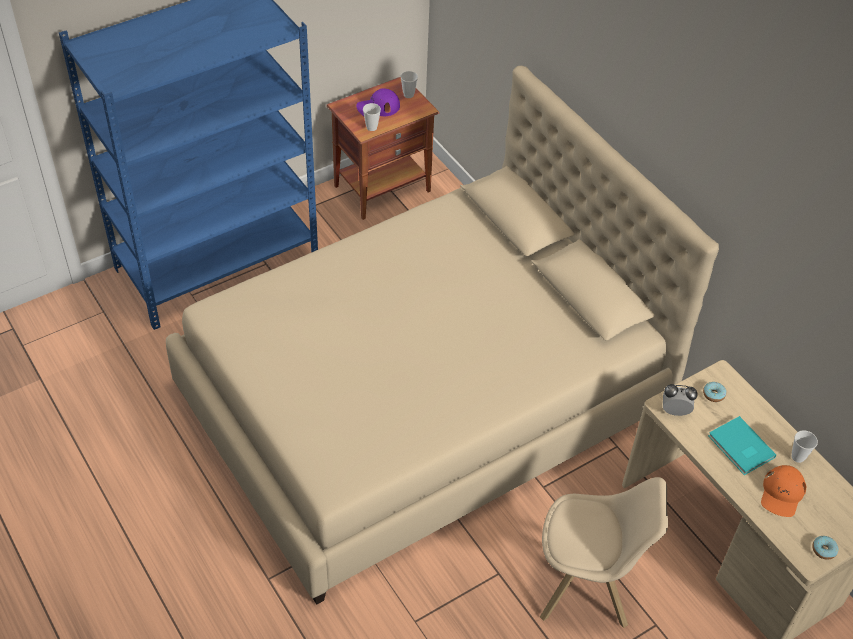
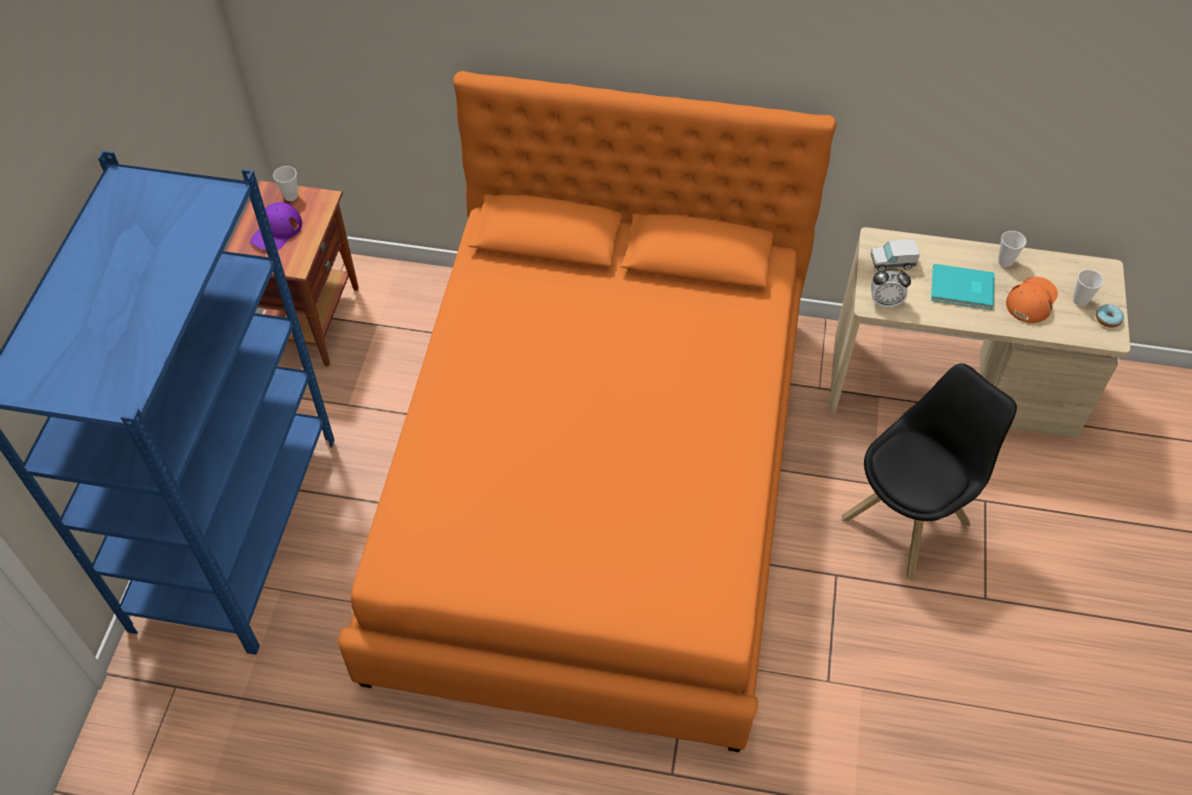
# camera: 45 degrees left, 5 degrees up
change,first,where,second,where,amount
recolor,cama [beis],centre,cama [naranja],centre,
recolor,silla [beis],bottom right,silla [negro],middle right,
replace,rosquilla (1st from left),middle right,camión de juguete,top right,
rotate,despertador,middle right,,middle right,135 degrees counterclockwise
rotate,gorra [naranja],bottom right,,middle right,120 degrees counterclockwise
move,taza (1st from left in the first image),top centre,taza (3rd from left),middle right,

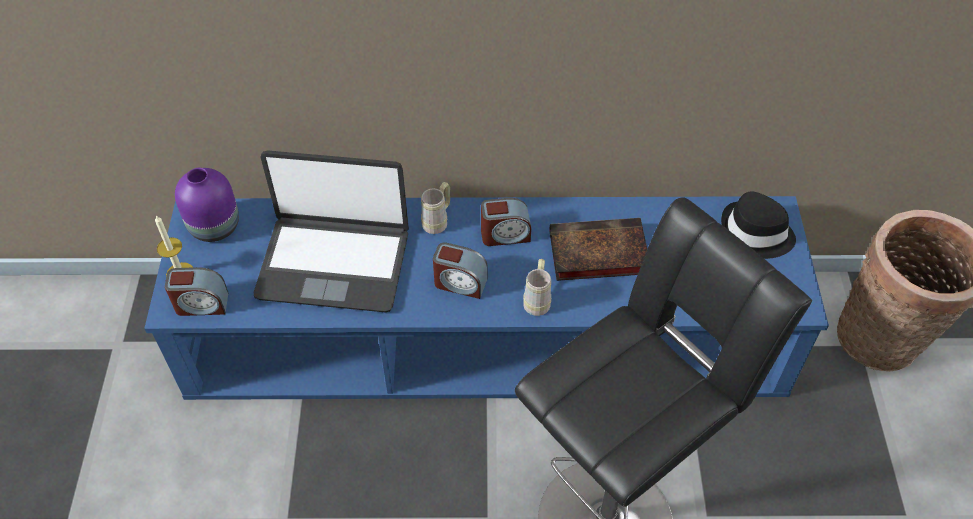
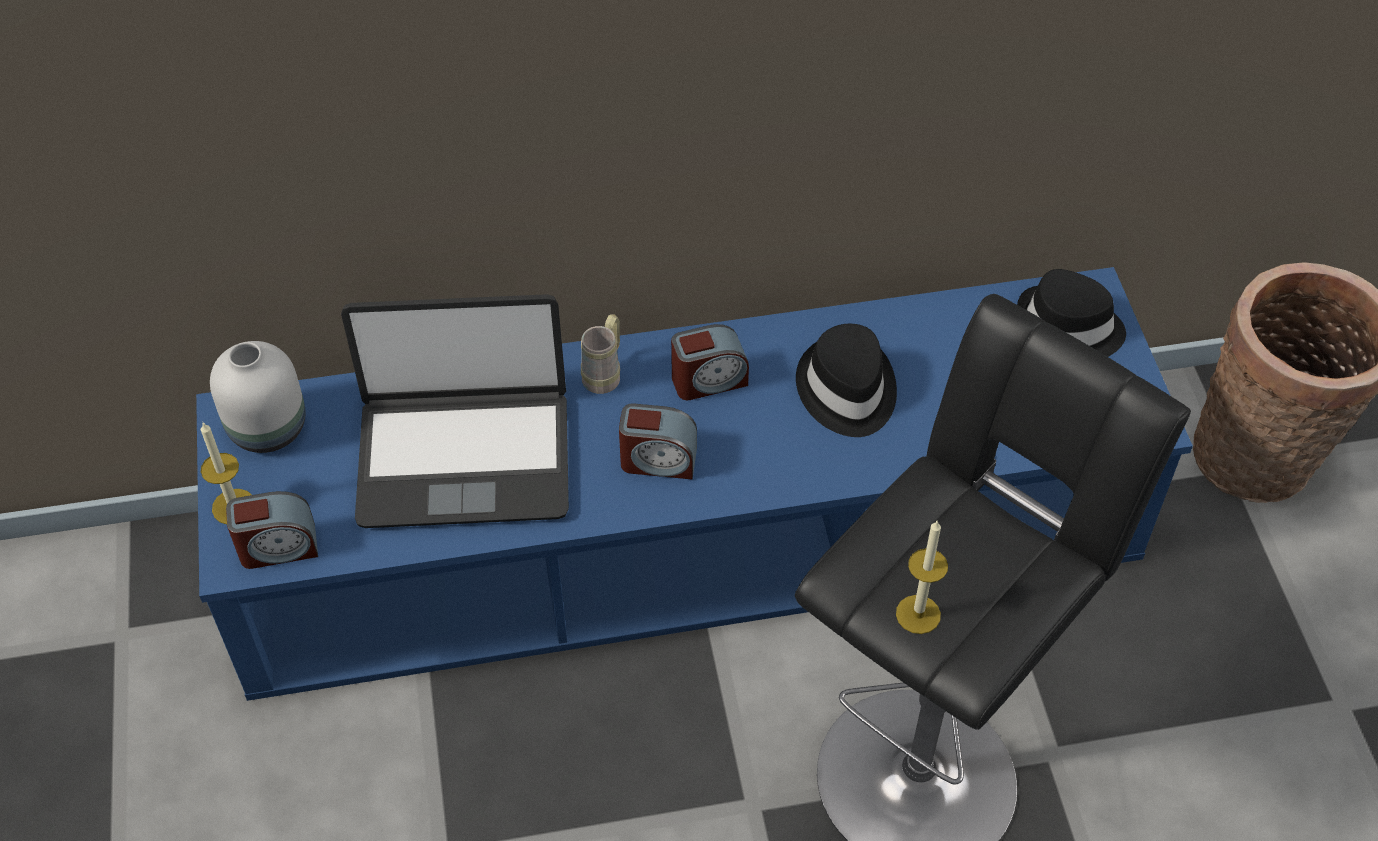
# camera: 10 degrees left, 0 degrees up
change,first,where,second,where,amount
recolor,florero [morado],middle left,florero [blanco],middle left,
replace,libro,centre,sombrero [negro] (1st from left),centre,
insert,,,vela (2nd from left),bottom right,
delete,taza grande [beis] (2nd from left),centre,,,

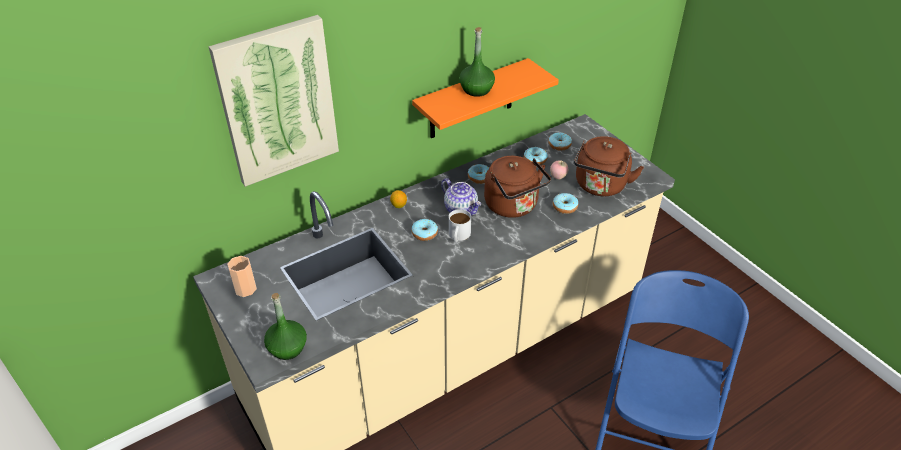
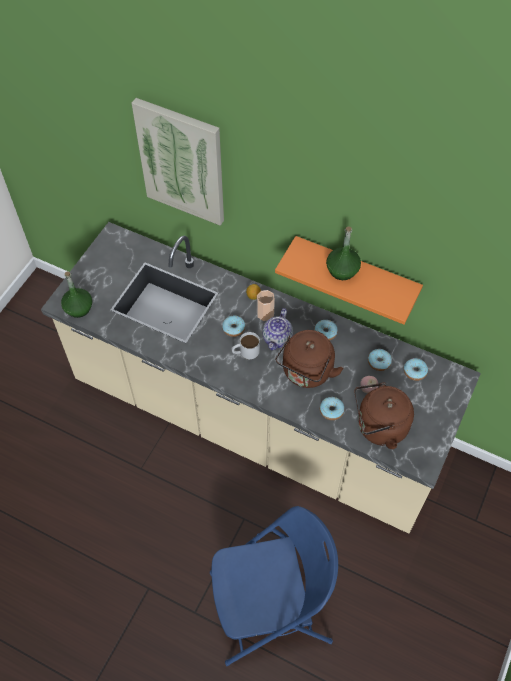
# camera: 60 degrees right, 15 degrees up
change,first,where,second,where,amount
move,taza,middle left,,centre,

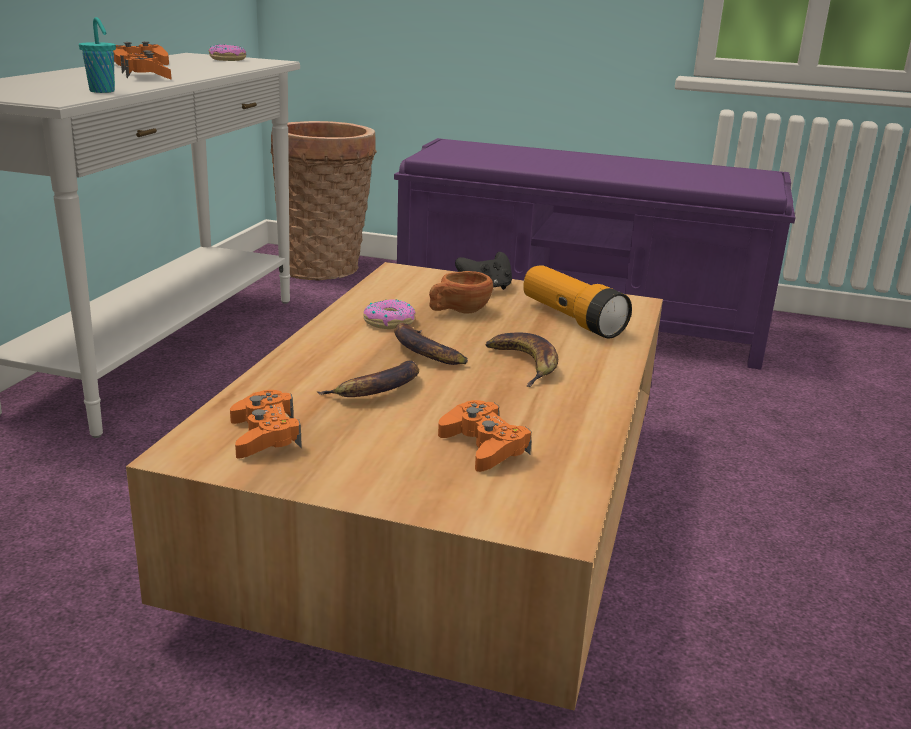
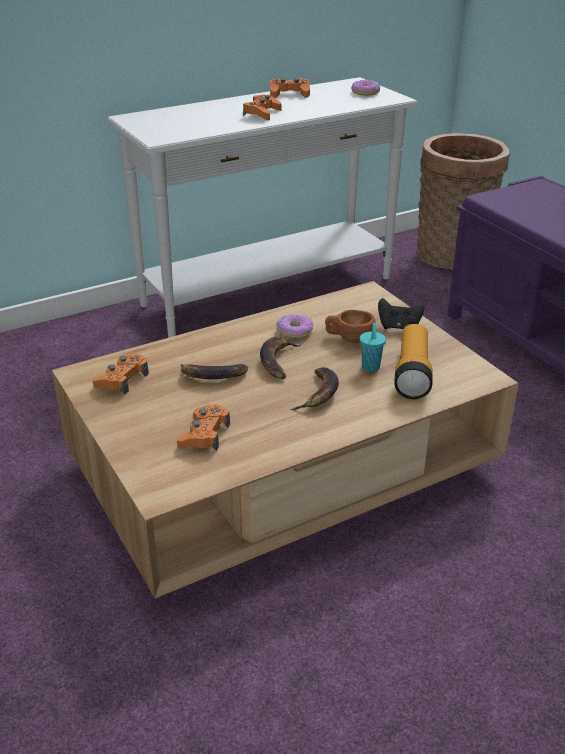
# camera: 45 degrees right, 10 degrees up
change,first,where,second,where,amount
move,taza [turquesa],top left,,centre,

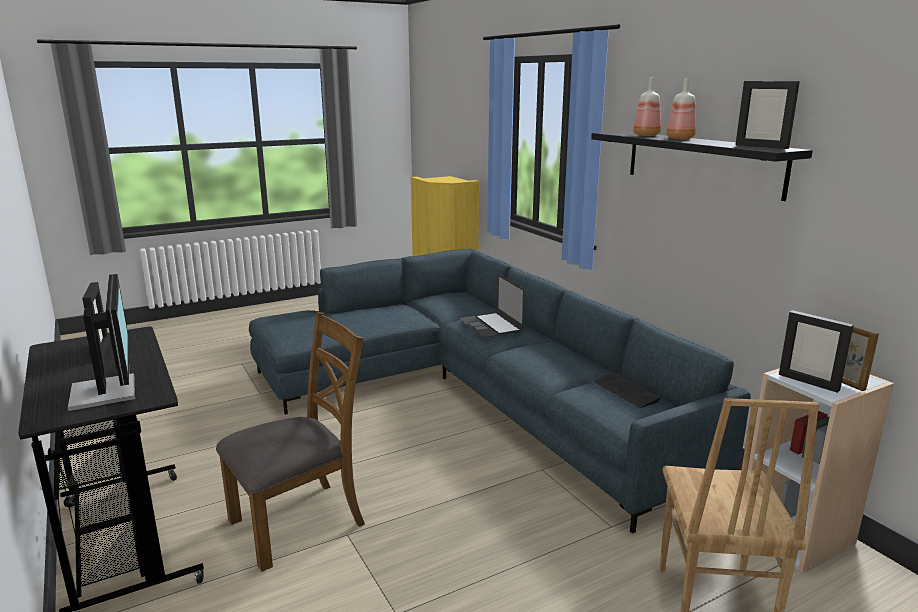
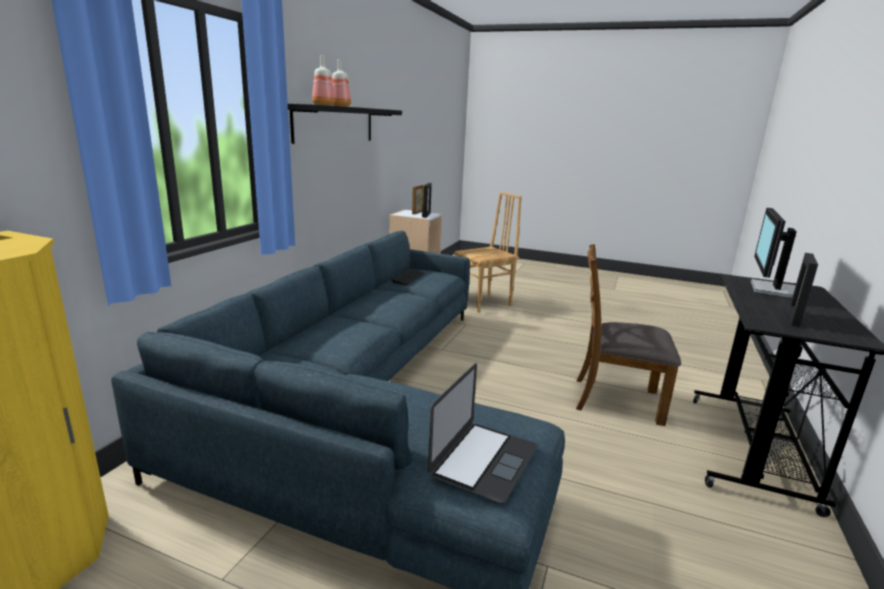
# camera: 130 degrees left, 0 degrees up
change,first,where,second,where,amount
move,portátil,centre,,bottom centre,
delete,portarretratos (2nd from left),top right,,,

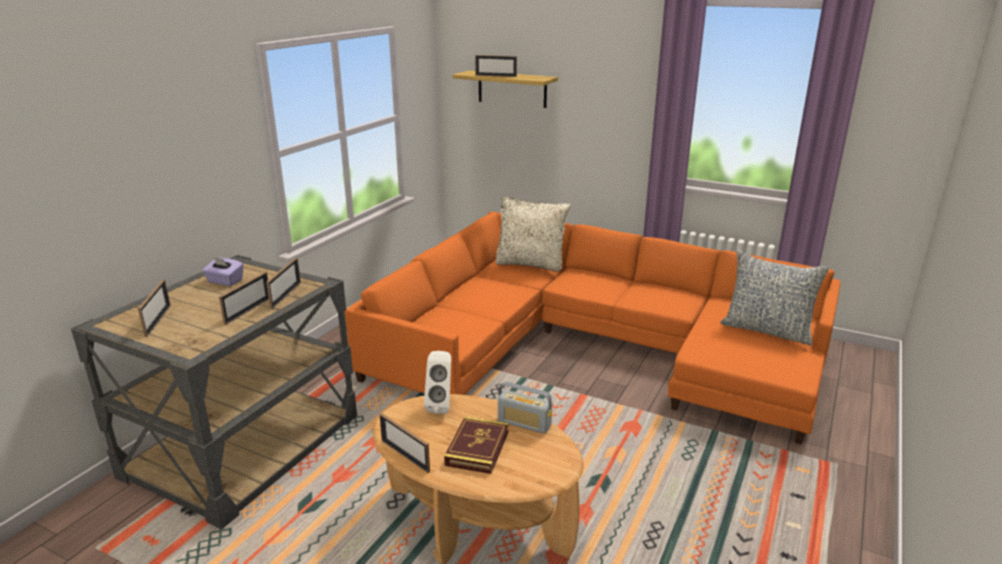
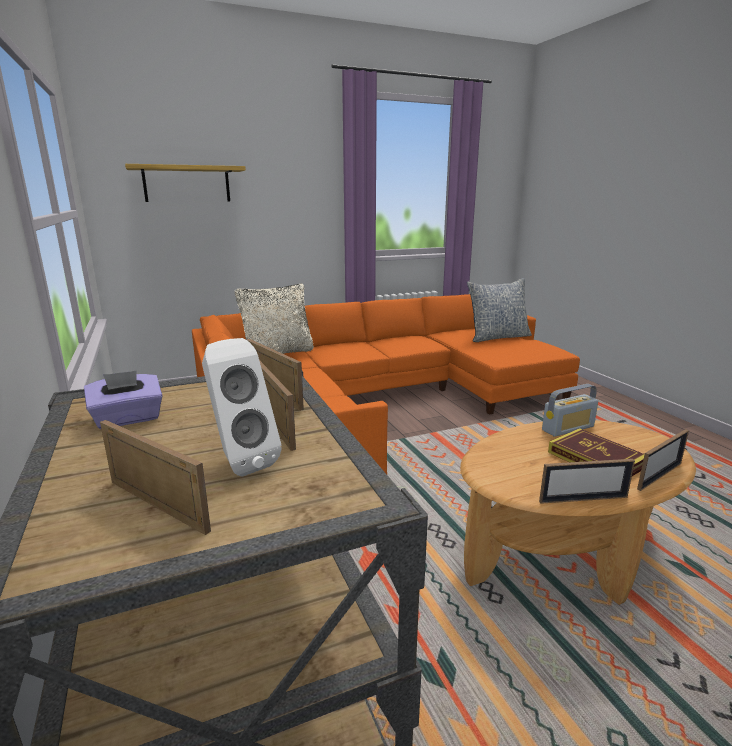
# camera: 50 degrees left, 5 degrees down
change,first,where,second,where,amount
move,altavoz [blanco],bottom centre,,middle left,
move,portarretratos (5th from left),top centre,,middle right,

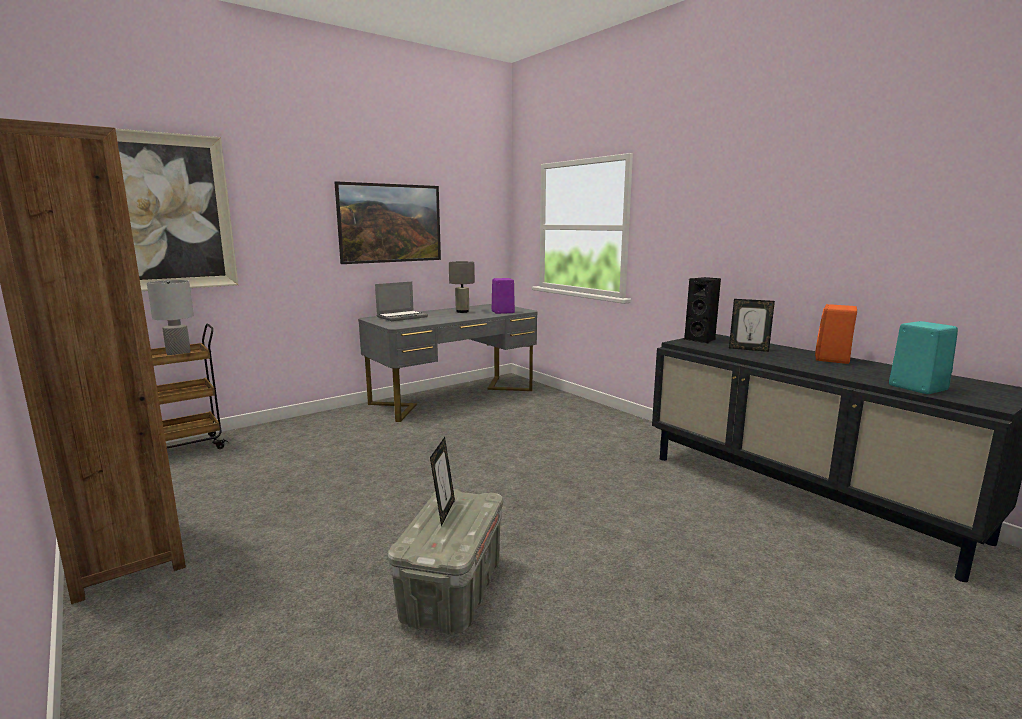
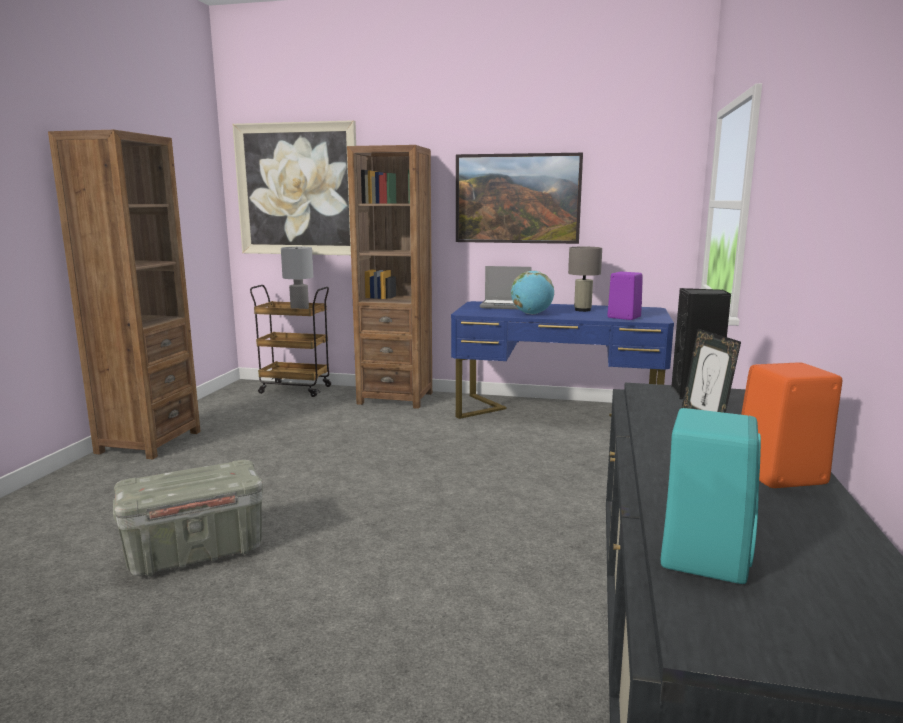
# camera: 50 degrees right, 0 degrees up
change,first,where,second,where,amount
insert,,,estantería [marrón] (2nd from left),centre,
recolor,escritorio [gris],centre,escritorio [azul],centre,
insert,,,globo terráqueo,centre,
delete,portarretratos (1st from left),bottom centre,,,

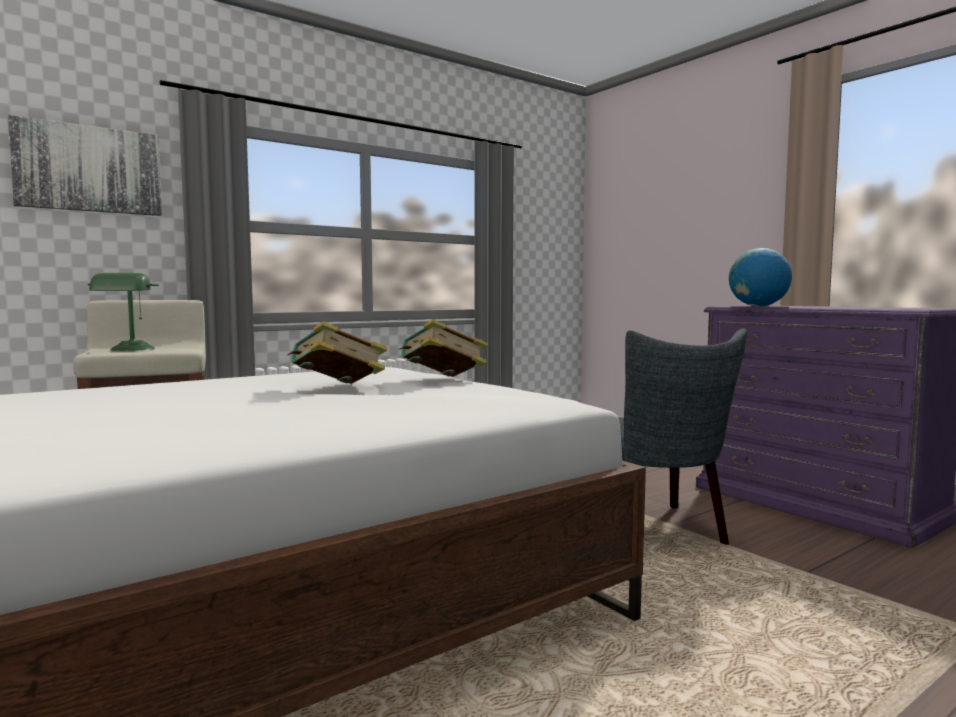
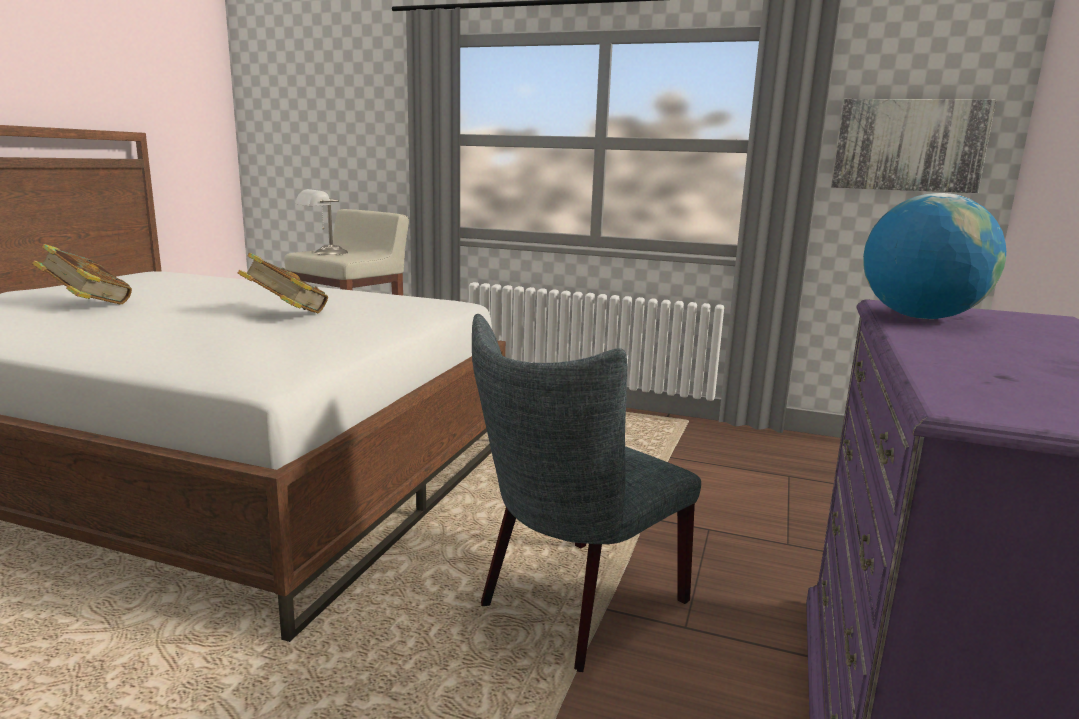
# camera: 55 degrees right, 10 degrees up
change,first,where,second,where,amount
move,libro (2nd from left in the first image),centre,libro (1st from left),middle left,
recolor,lámpara de mesa [verde],middle left,lámpara de mesa [blanco],top left,
move,cuadro,top left,,top right,

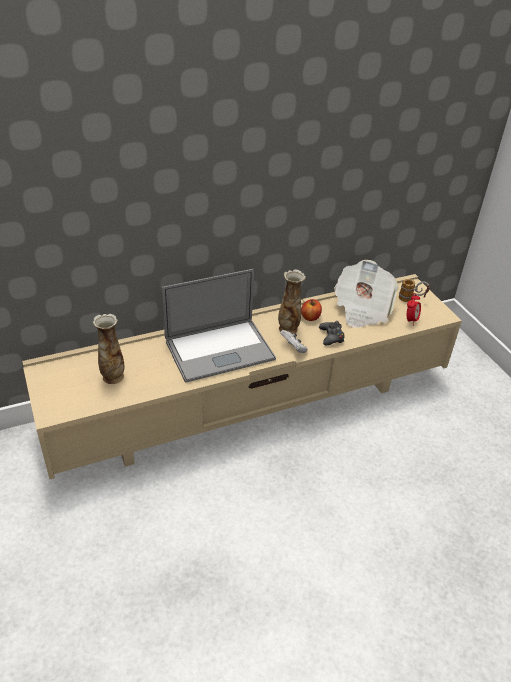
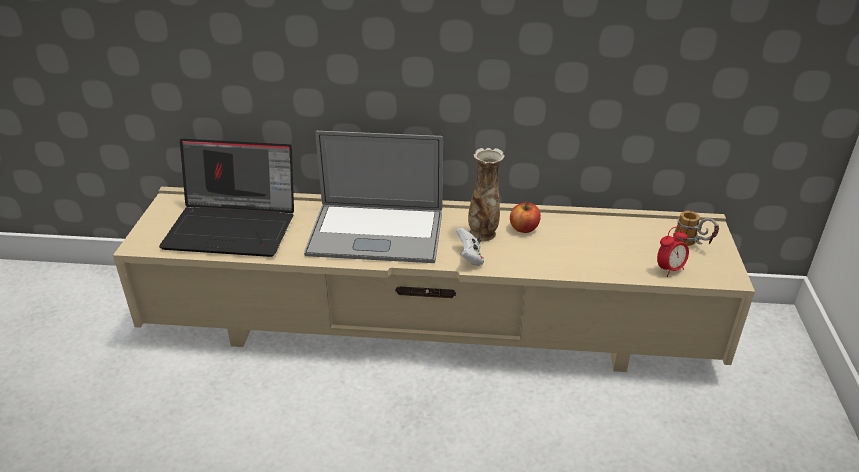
# camera: 30 degrees right, 5 degrees down
change,first,where,second,where,amount
replace,florero (1st from left),middle left,portátil (1st from left),middle left,
delete,mando de consola [negro],centre,,,
delete,periódico,middle right,,,

